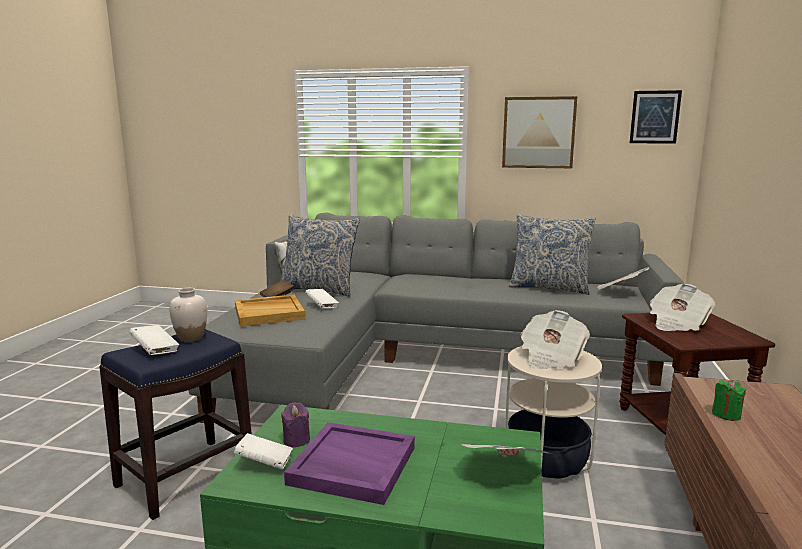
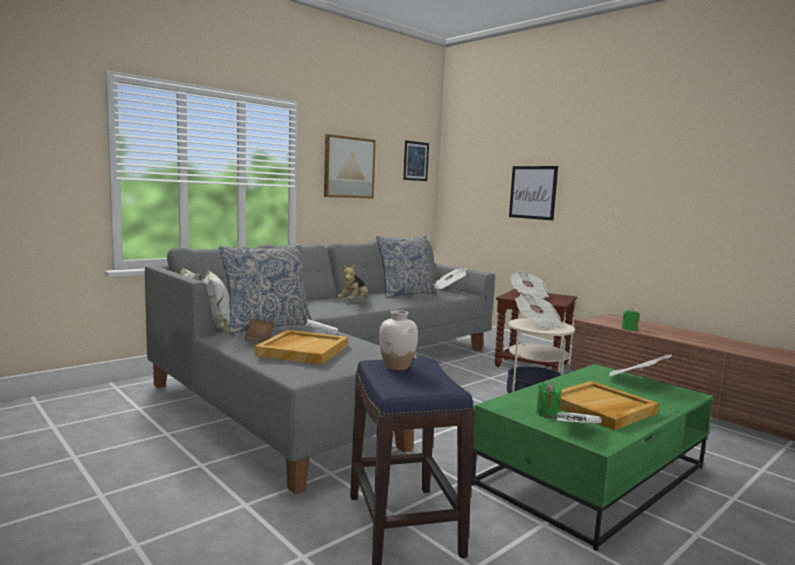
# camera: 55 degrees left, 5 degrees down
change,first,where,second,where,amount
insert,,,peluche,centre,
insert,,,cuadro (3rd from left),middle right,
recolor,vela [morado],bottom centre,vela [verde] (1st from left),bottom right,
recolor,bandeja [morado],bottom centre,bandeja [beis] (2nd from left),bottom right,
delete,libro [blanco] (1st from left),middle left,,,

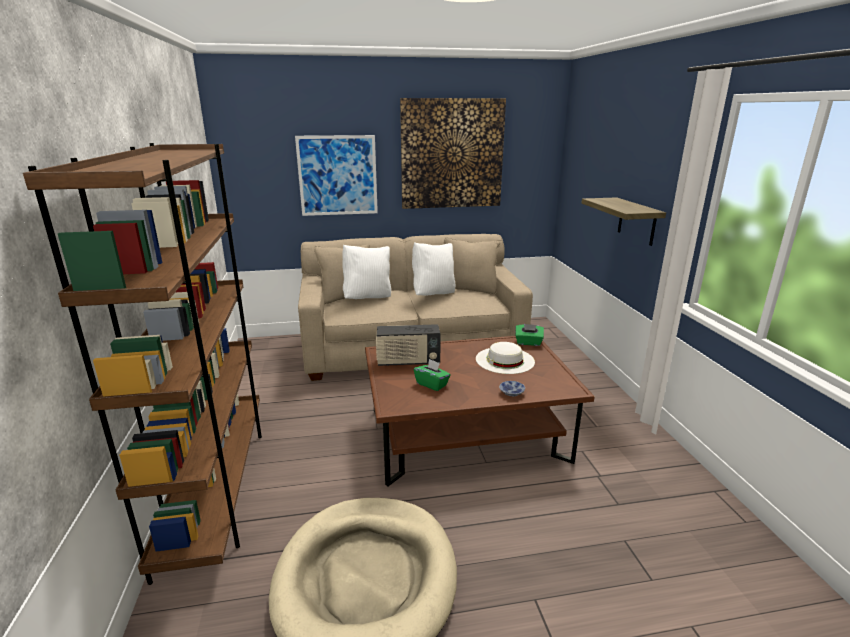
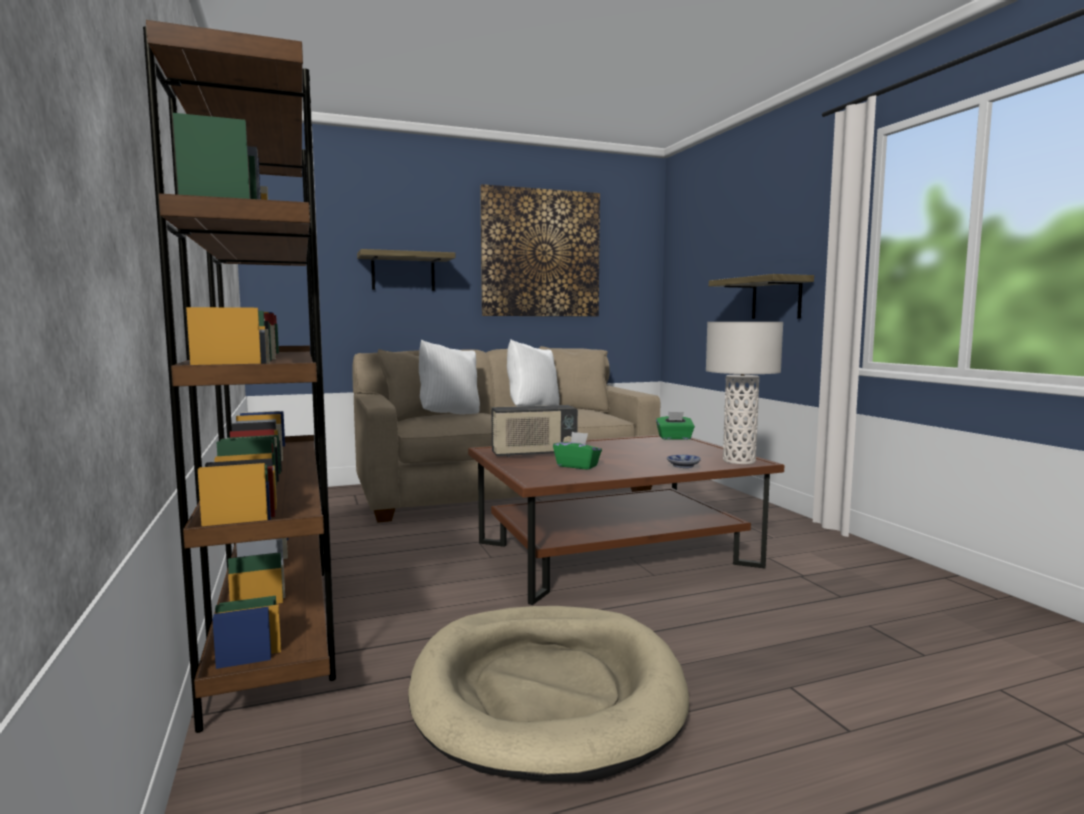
# camera: 10 degrees left, 15 degrees down
change,first,where,second,where,amount
replace,cuadro (1st from left),top centre,estante (1st from left),top centre,
insert,,,lámpara de mesa [blanco],middle right,
delete,sombrero [blanco],centre,,,

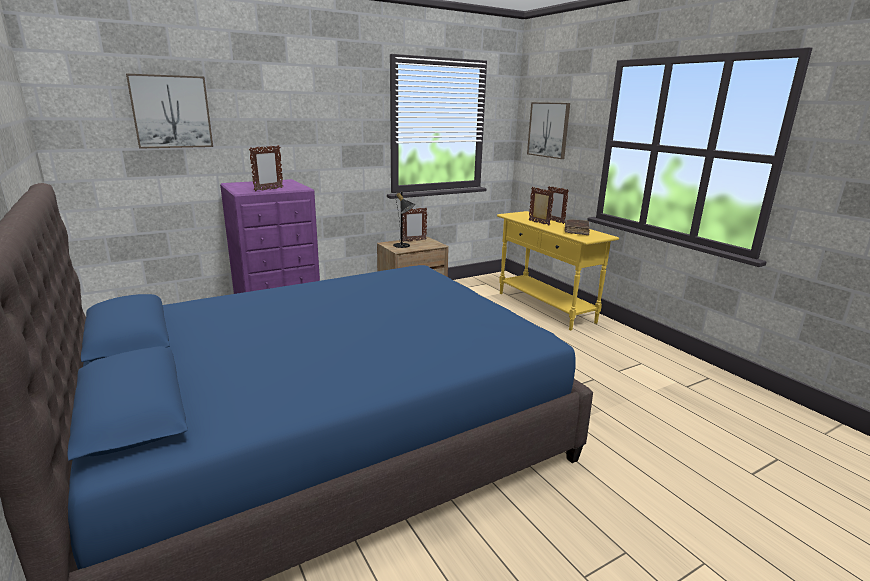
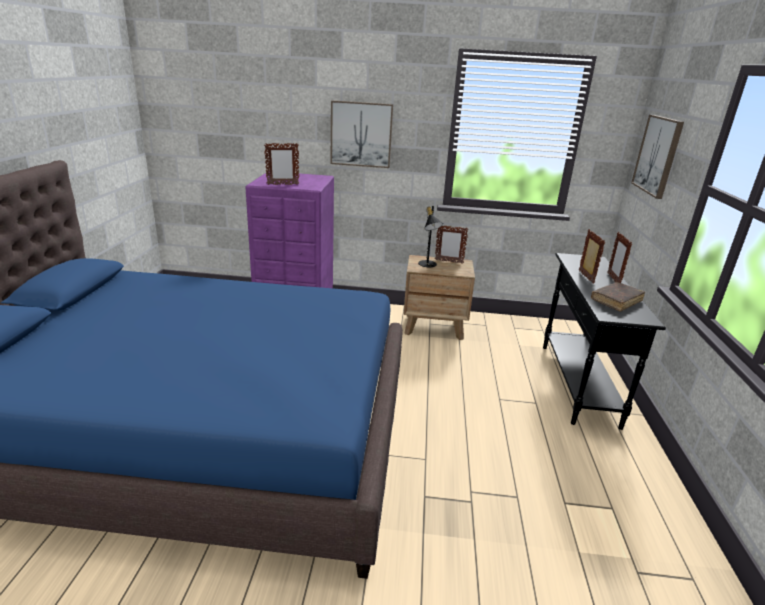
# camera: 35 degrees right, 5 degrees up
change,first,where,second,where,amount
move,cuadro (1st from left),top left,,top centre,
recolor,mesa consola [amarillo],centre,mesa consola [negro],middle right,

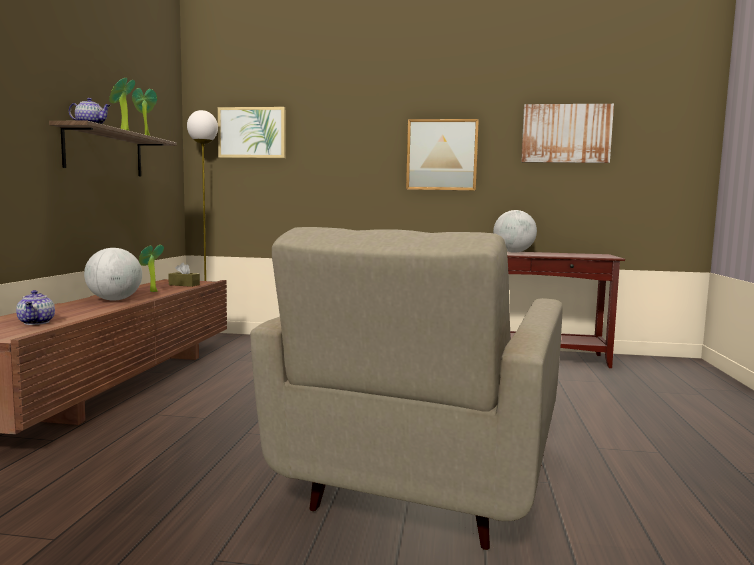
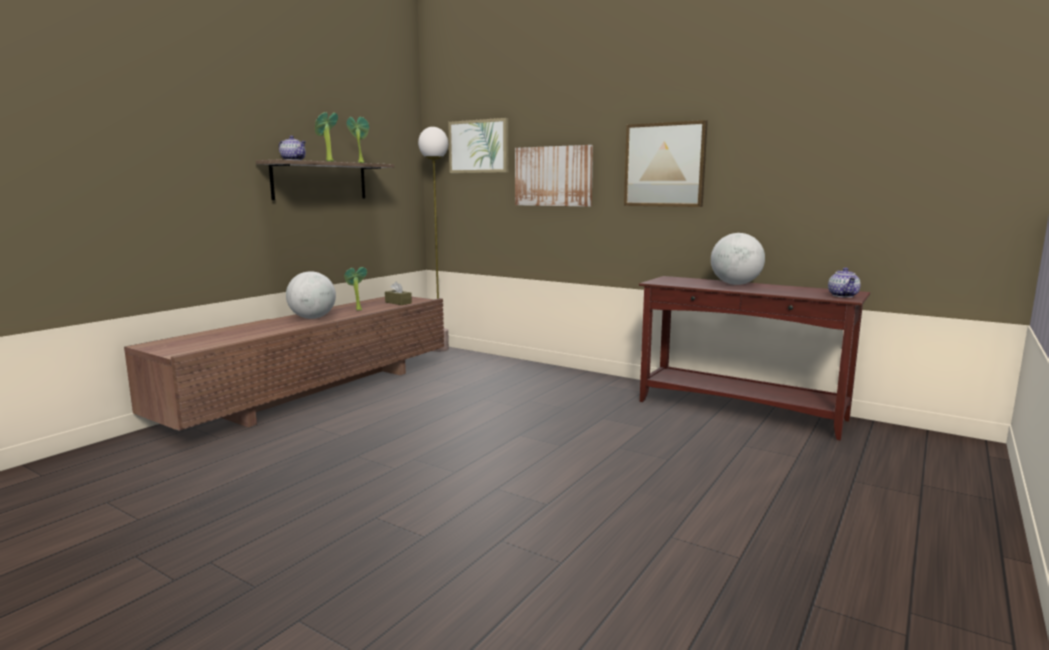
# camera: 25 degrees right, 5 degrees up
change,first,where,second,where,amount
move,cuadro (3rd from left in the first image),top right,cuadro (2nd from left),top centre,
move,tetera (1st from left in the first image),middle left,tetera (2nd from left),middle right,
delete,sillón [beis],bottom centre,,,

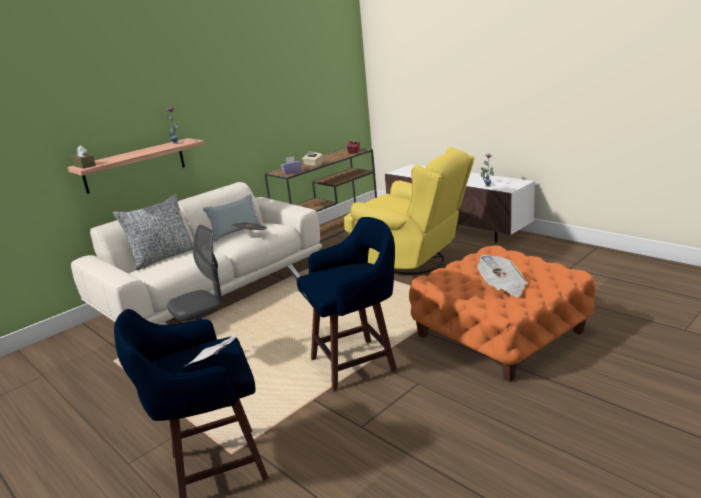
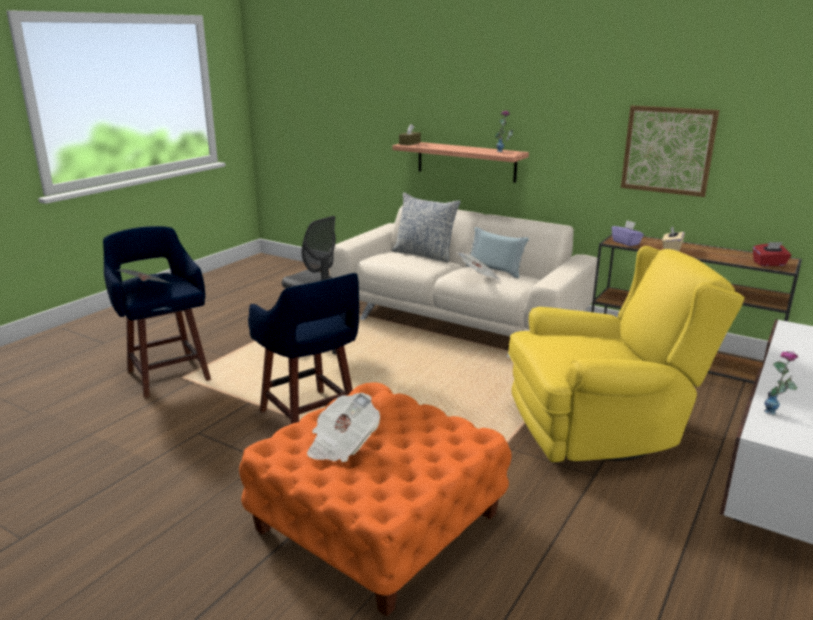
# camera: 75 degrees right, 0 degrees up
change,first,where,second,where,amount
rotate,sillón [amarillo],centre,,middle right,120 degrees counterclockwise
insert,,,cuadro,top right,

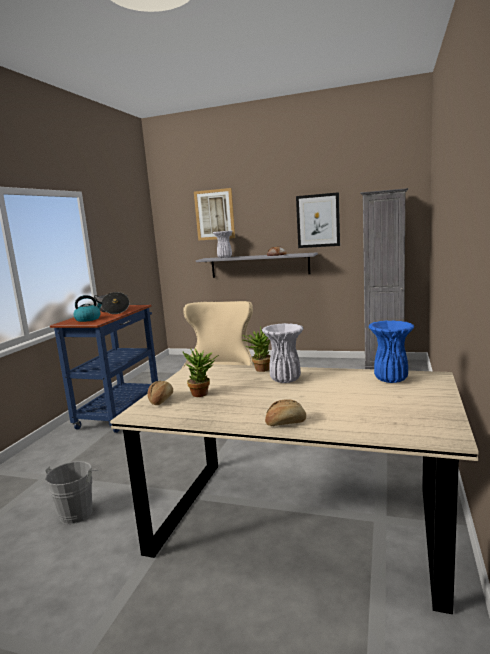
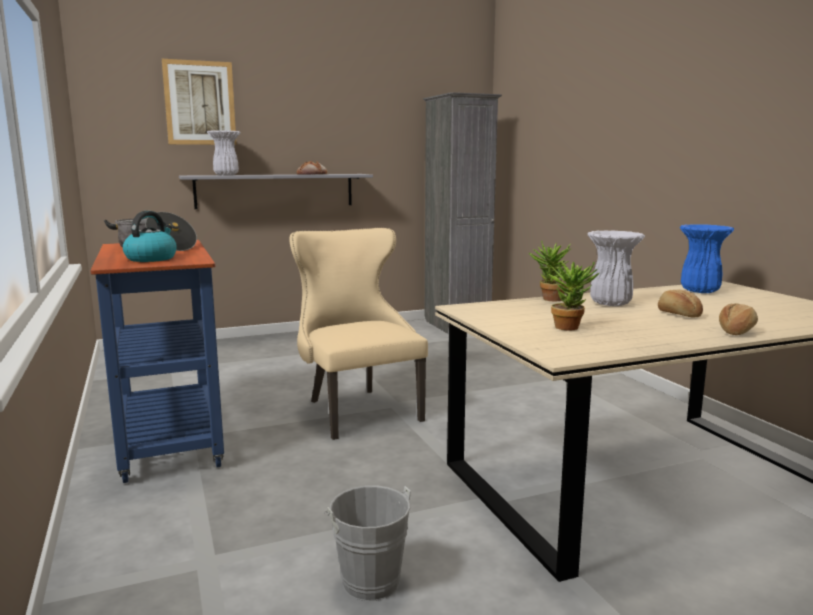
# camera: 40 degrees left, 0 degrees up
change,first,where,second,where,amount
move,pan (1st from left in the first image),middle left,pan (2nd from left),middle right,
delete,cuadro (2nd from left),centre,,,

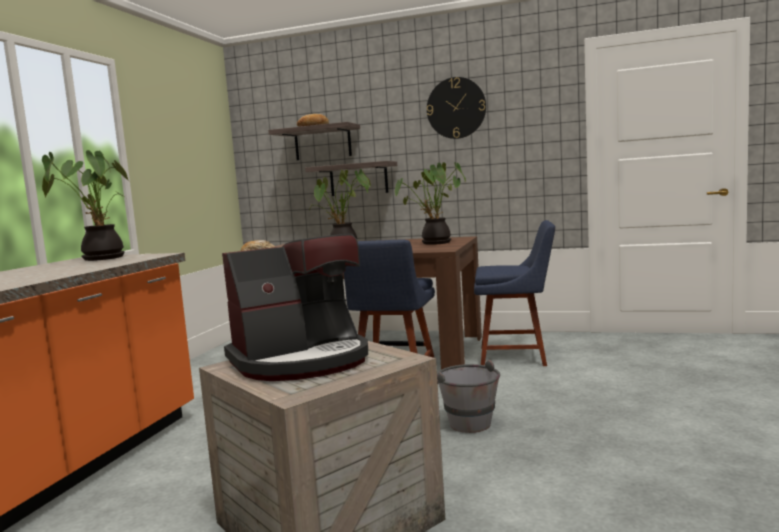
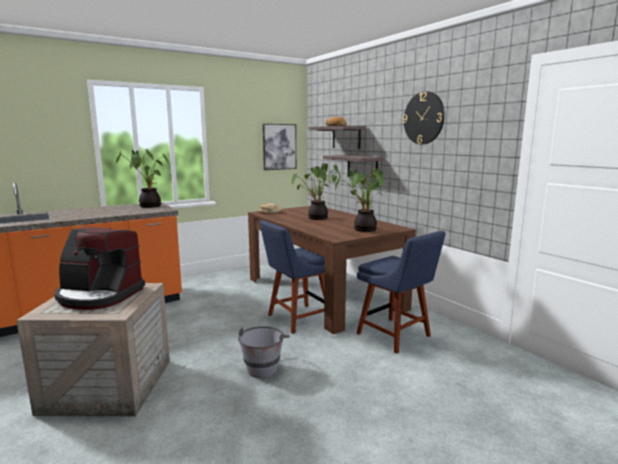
# camera: 40 degrees right, 5 degrees up
change,first,where,second,where,amount
insert,,,cuadro,top centre,

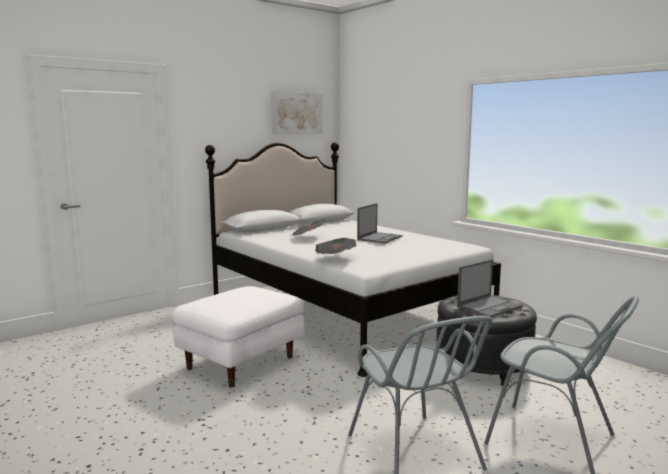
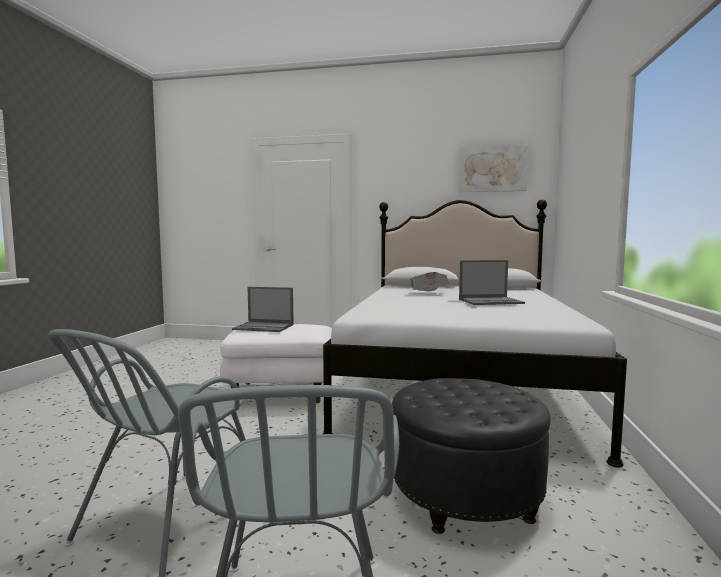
# camera: 50 degrees right, 5 degrees down
change,first,where,second,where,amount
move,portátil (2nd from left in the first image),middle right,portátil (1st from left),centre,
delete,periódico (2nd from left),centre,,,

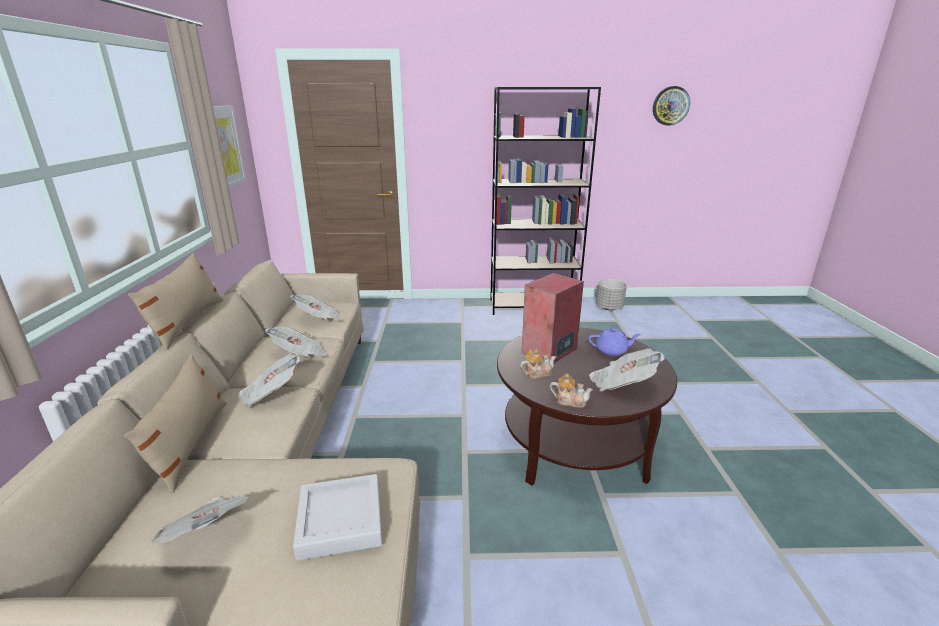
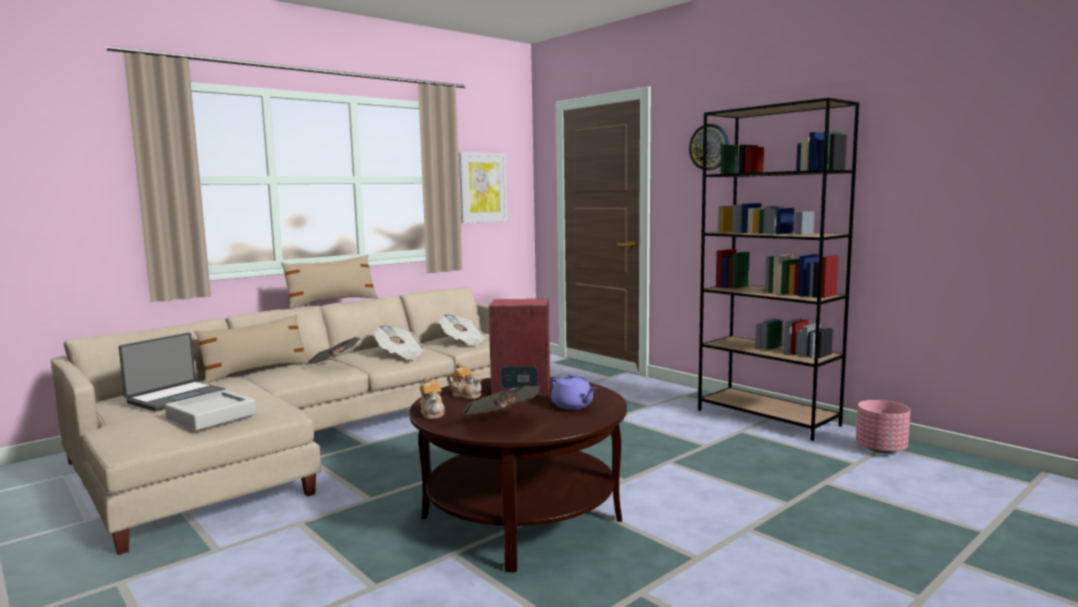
# camera: 50 degrees right, 15 degrees down
change,first,where,second,where,amount
replace,periódico (1st from left),bottom left,portátil,middle left,
move,reloj de pared,top right,,top centre,
recolor,maceta [gris],centre,maceta [rosa],bottom right,

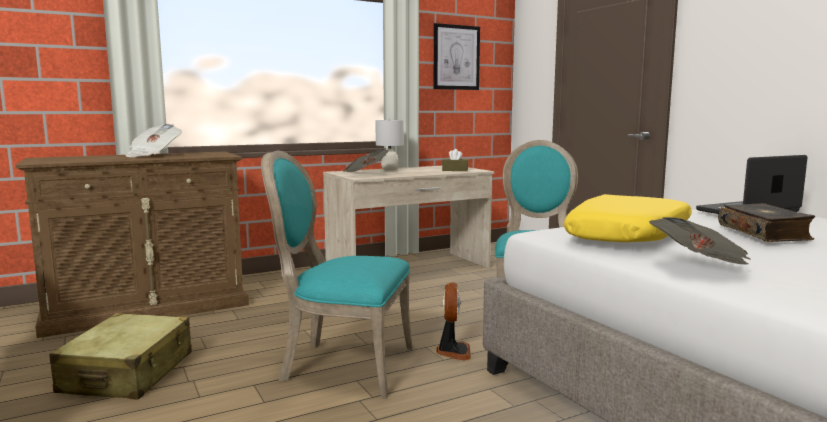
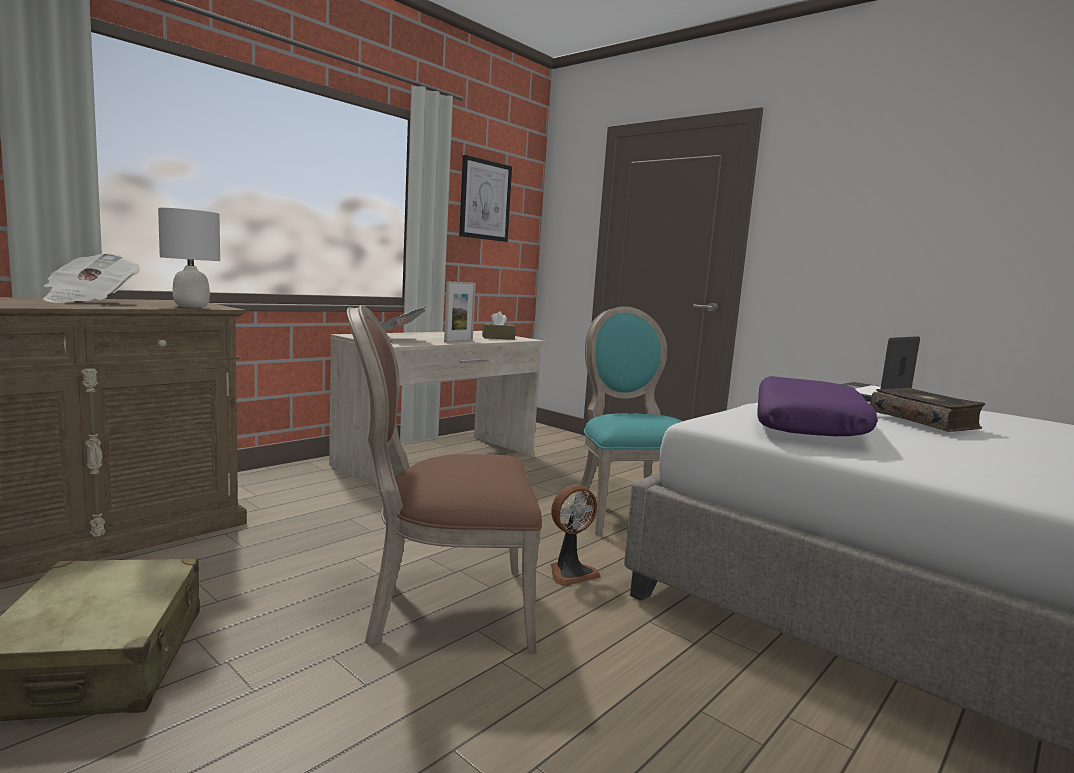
# camera: 20 degrees left, 0 degrees up
change,first,where,second,where,amount
move,lámpara de mesa [gris],centre,,middle left,
recolor,silla [turquesa] (1st from left),centre,silla [marrón],centre,
insert,,,portarretratos,centre,
rotate,ventilador,bottom centre,,bottom centre,75 degrees clockwise
recolor,cojín [amarillo],middle right,cojín [morado],middle right,
delete,periódico (3rd from left),middle right,,,

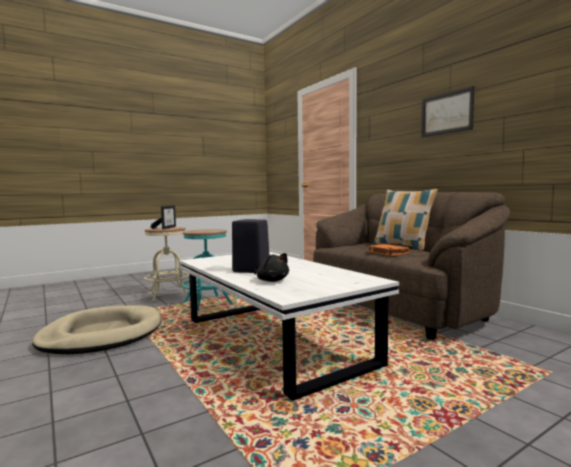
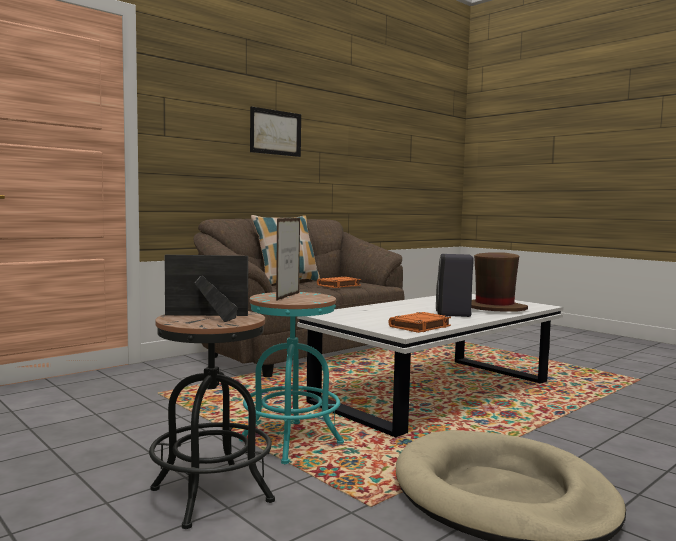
# camera: 100 degrees left, 0 degrees up
change,first,where,second,where,amount
recolor,taburete [beis],middle left,taburete [negro],bottom left,
insert,,,portarretratos (2nd from left),centre,
insert,,,libro [naranja] (2nd from left),centre,
replace,peluche [negro],centre,sombrero [marrón],middle right,

